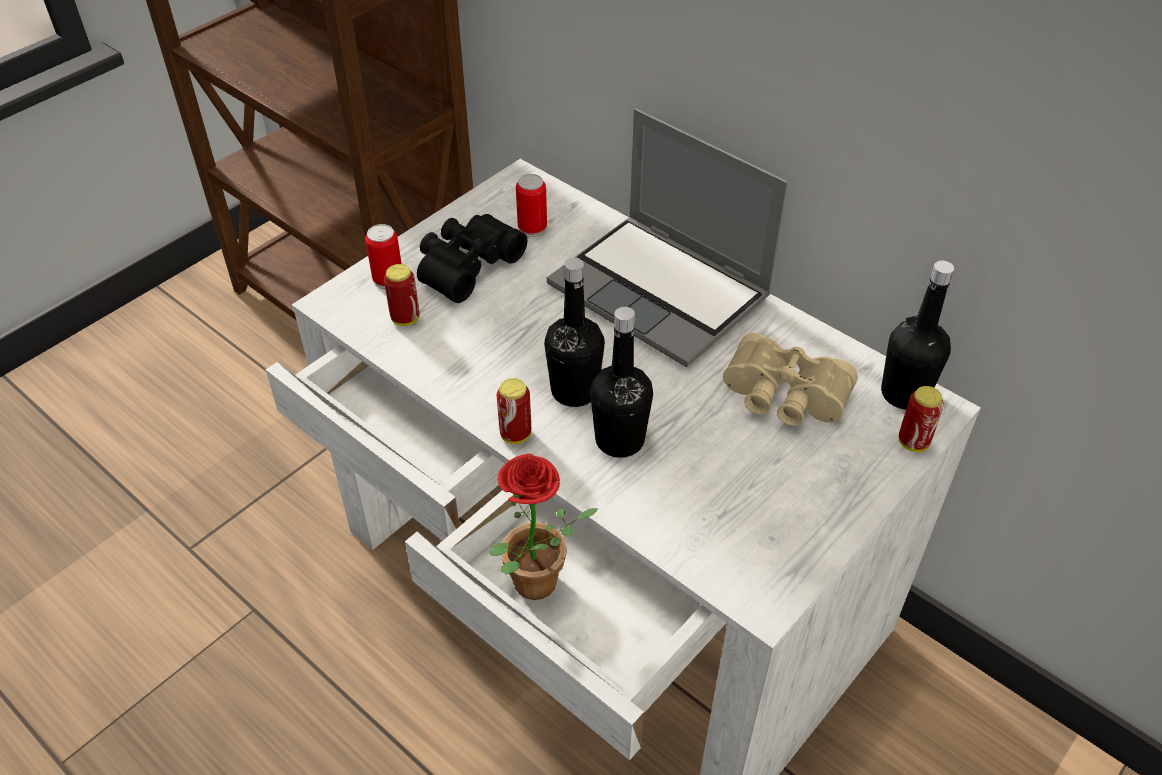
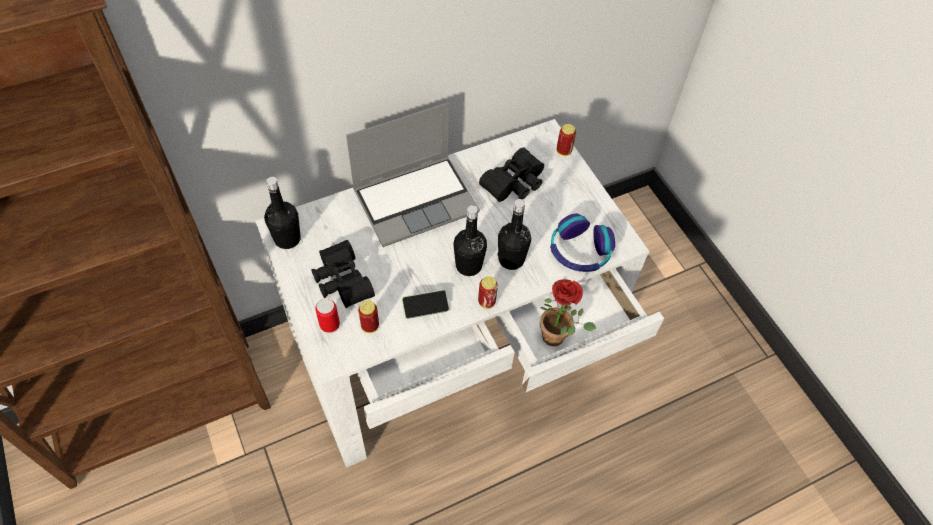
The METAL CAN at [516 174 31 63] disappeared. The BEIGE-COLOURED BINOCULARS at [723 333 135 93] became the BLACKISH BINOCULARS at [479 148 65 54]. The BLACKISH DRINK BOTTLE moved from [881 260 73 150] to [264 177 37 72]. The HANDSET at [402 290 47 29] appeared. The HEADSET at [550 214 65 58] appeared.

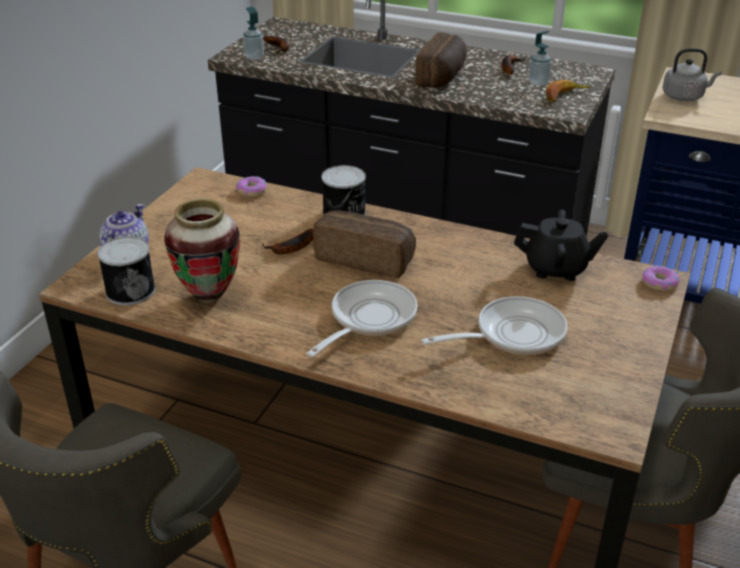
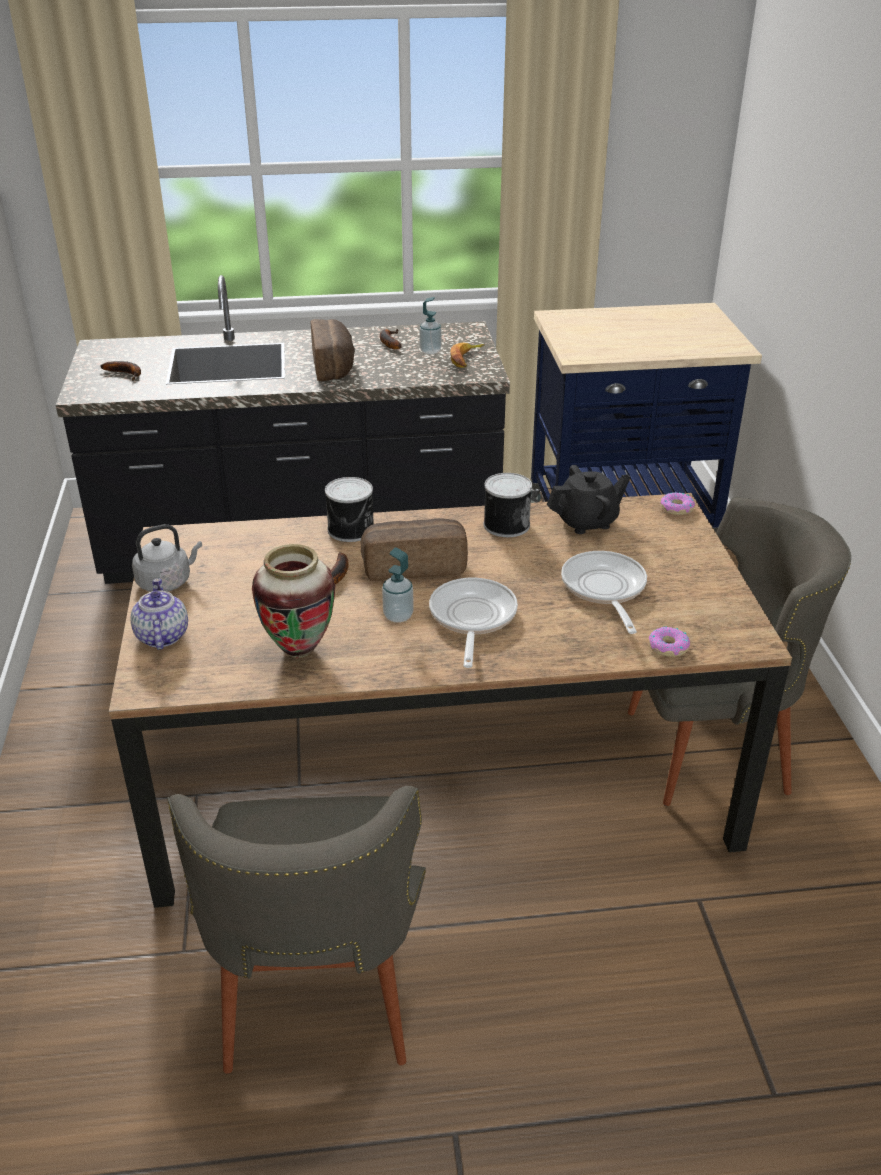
The METAL CAN moved from [97 236 59 69] to [484 473 48 64]. The DONUT moved from [236 176 31 21] to [649 627 41 30]. The SOAP DISPENSER moved from [243 7 21 53] to [382 548 32 75]. The PAN at [421 296 146 59] turned 45 degrees counterclockwise. The GREYISH WATER KETTLE moved from [663 48 59 53] to [132 524 70 68].

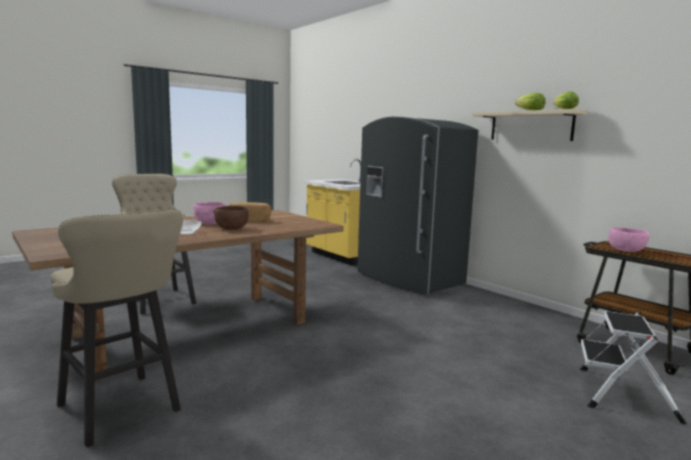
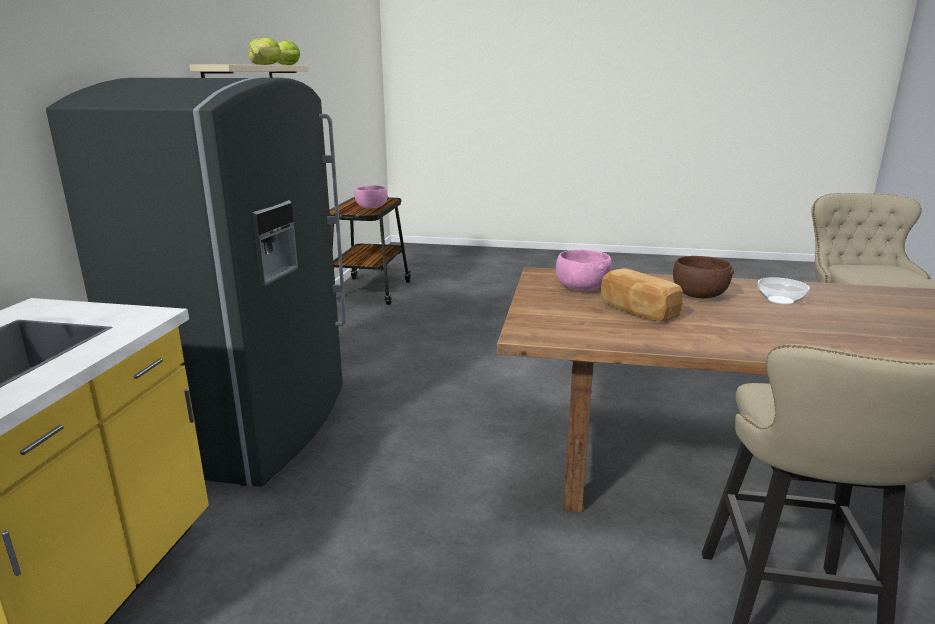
The PINK SERVING BOWL moved from [194 202 32 23] to [556 250 56 40]. The STEPLADDER at [580 311 107 114] disappeared.

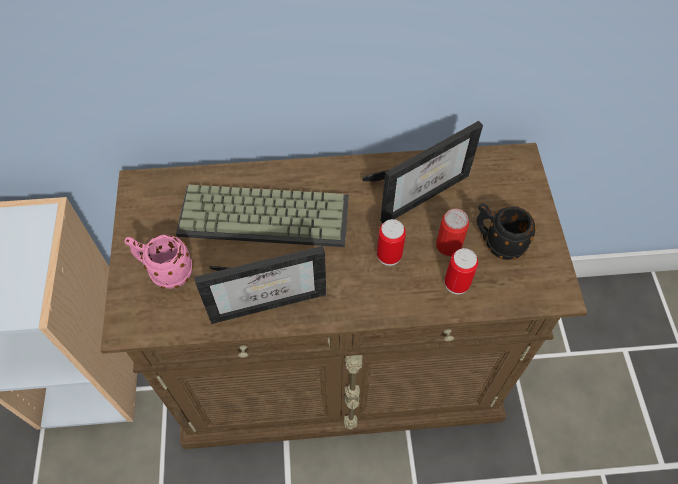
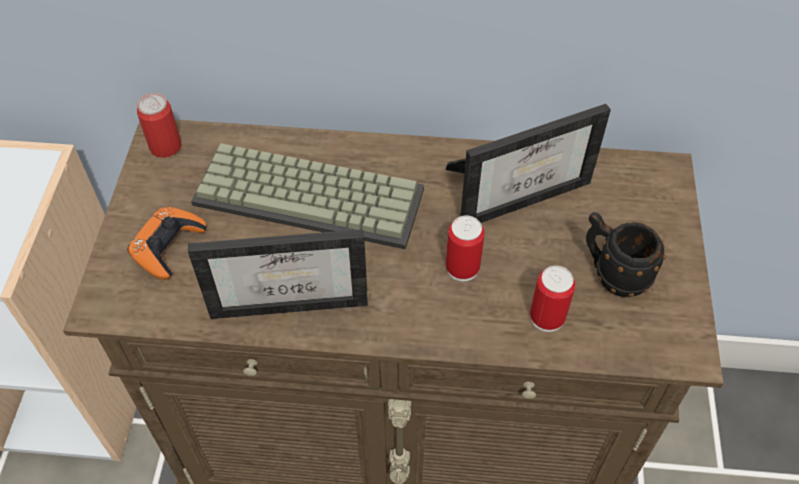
The PINK TEA MUG at [124 234 69 55] was replaced by the ORANGE-COLOURED GAME CONTROLLER at [127 207 80 73]. The METAL CAN moved from [436 209 33 47] to [137 93 44 65].

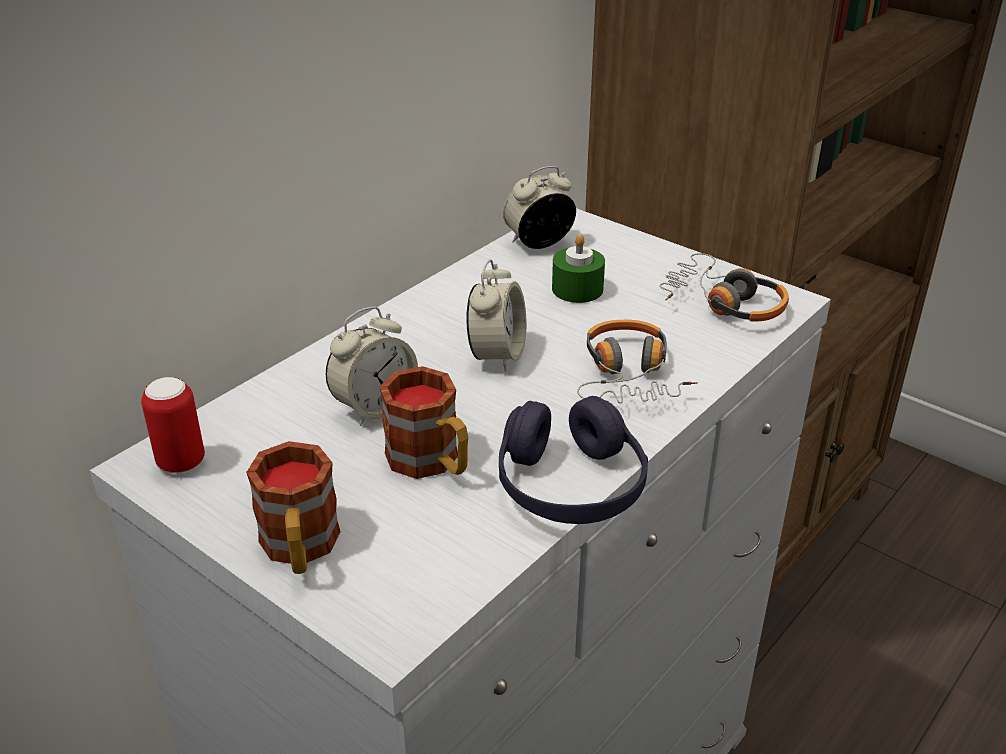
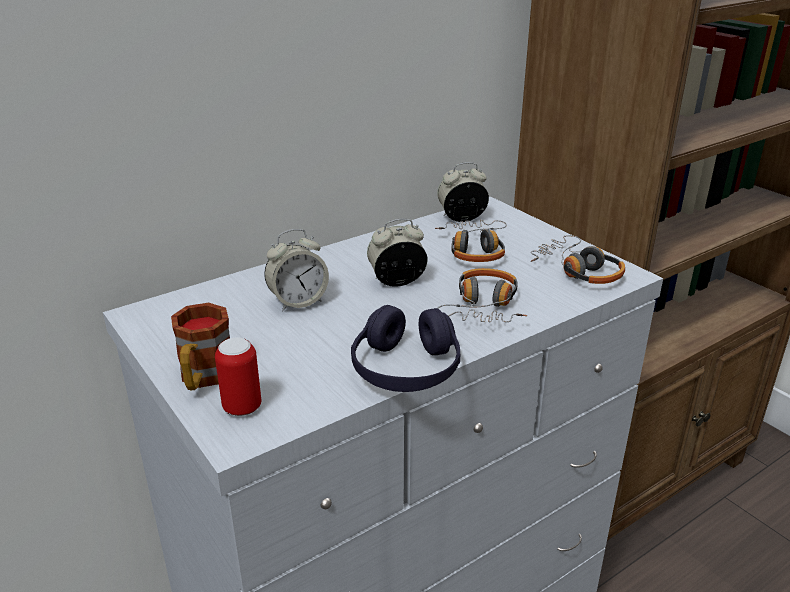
The METAL CAN moved from [141 377 64 96] to [215 337 46 79]. The TEA MUG at [380 366 88 113] disappeared. The TABLE CLOCK at [466 259 60 113] turned 135 degrees counterclockwise. The GREENISH WAX LIGHT at [552 234 53 69] was replaced by the HEADSET at [435 220 72 42].

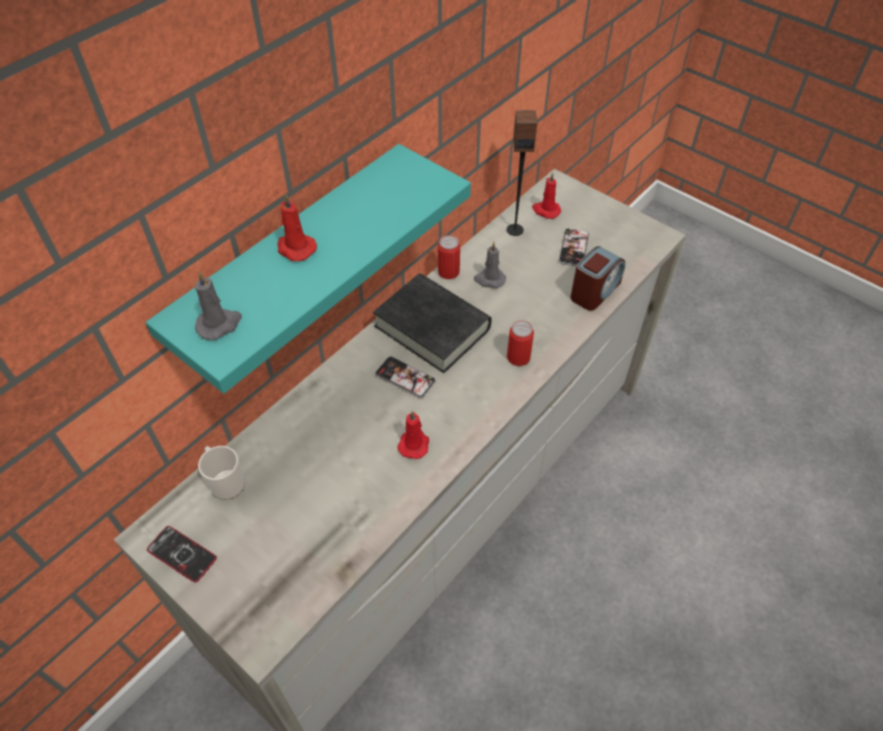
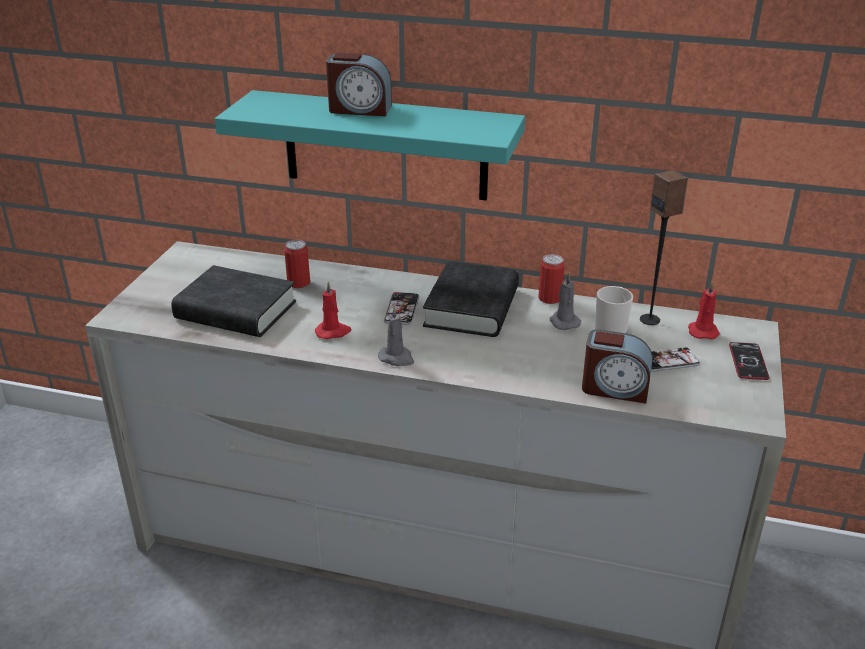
The HANDSET moved from [147 526 70 57] to [729 342 41 38]. The GREYISH WAX LIGHT moved from [195 271 47 69] to [378 305 36 61]. The TEA MUG moved from [198 446 47 54] to [595 286 38 47]. The REDDISH WAX LIGHT at [277 194 40 67] was replaced by the TABLE CLOCK at [326 53 66 63]. The METAL CAN moved from [507 320 27 46] to [284 240 26 48]. The BLACKISH VOLUME at [171 265 125 72] appeared.

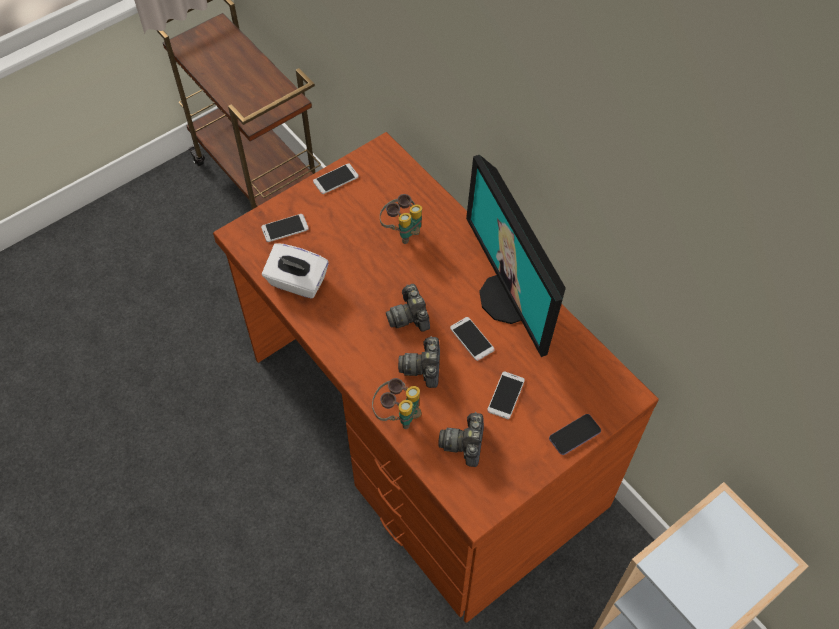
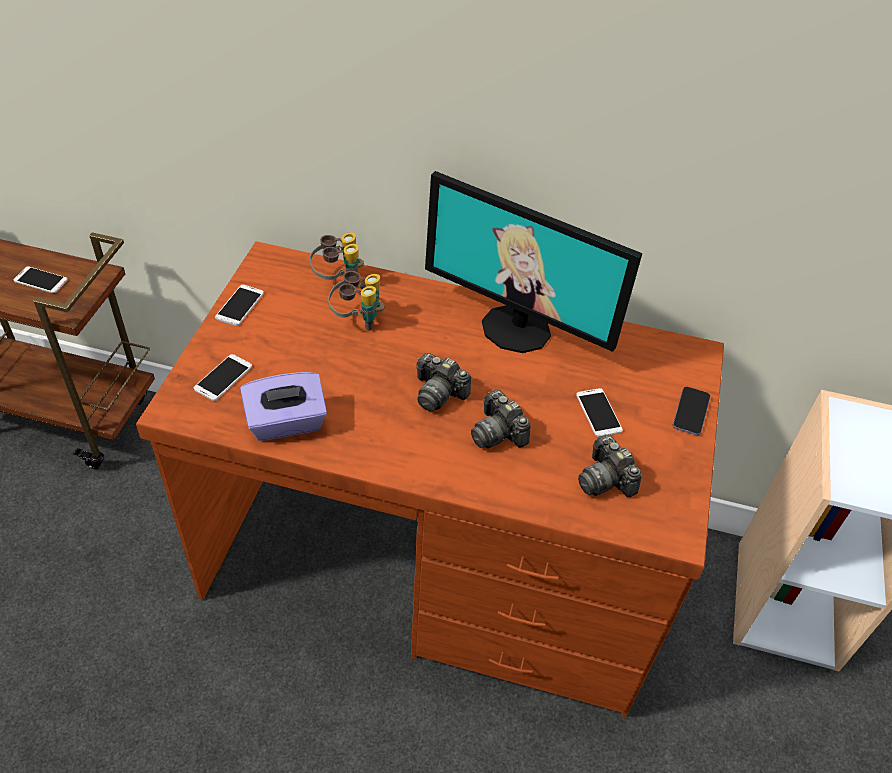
The WHITE-COLOURED BOX OF TISSUES at [262 243 67 56] became the PURPLE BOX OF TISSUES at [240 372 87 69]. The BINOCULARS moved from [372 378 50 51] to [310 232 54 48]. The HANDSET moved from [450 317 44 44] to [13 266 55 27].

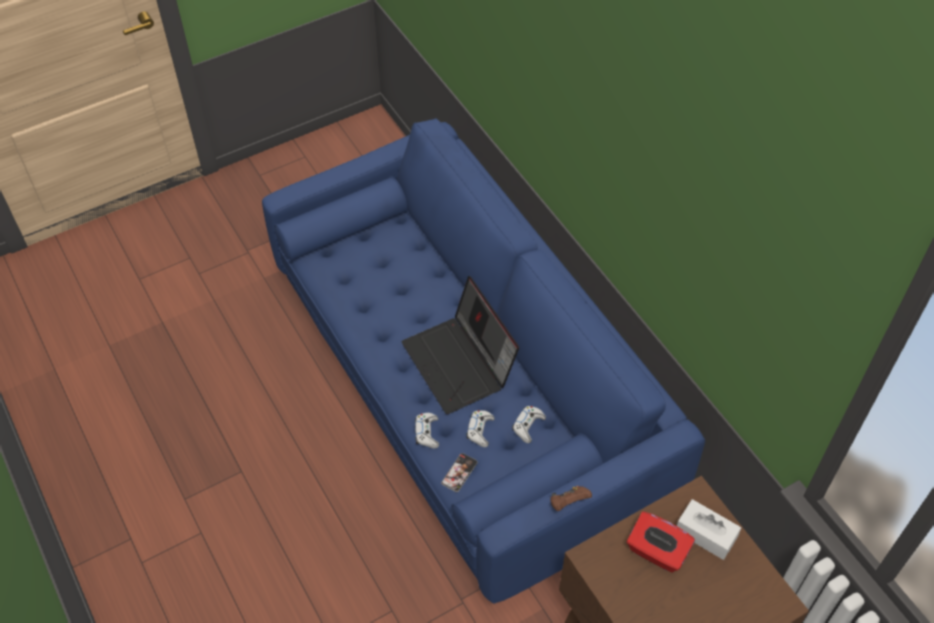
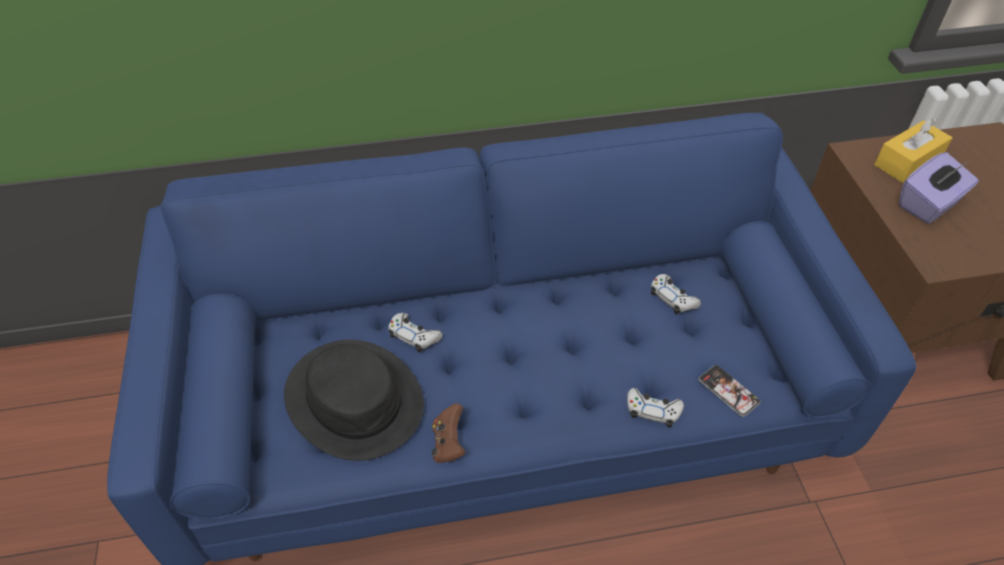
The LAPTOP at [402 276 117 138] disappeared. The WHITE-COLOURED GAME CONTROLLER moved from [466 410 29 37] to [388 313 55 40]. The BROWNISH GAME CONTROLLER moved from [550 486 42 25] to [432 403 33 60]. The REDDISH BOX OF TISSUES at [627 511 68 62] became the PURPLE BOX OF TISSUES at [899 152 80 72]. The WHITE-COLOURED BOX OF TISSUES at [677 499 64 61] became the YELLOW BOX OF TISSUES at [874 118 78 65]. The BLACKISH CLOTHING HAT at [284 339 140 122] appeared.

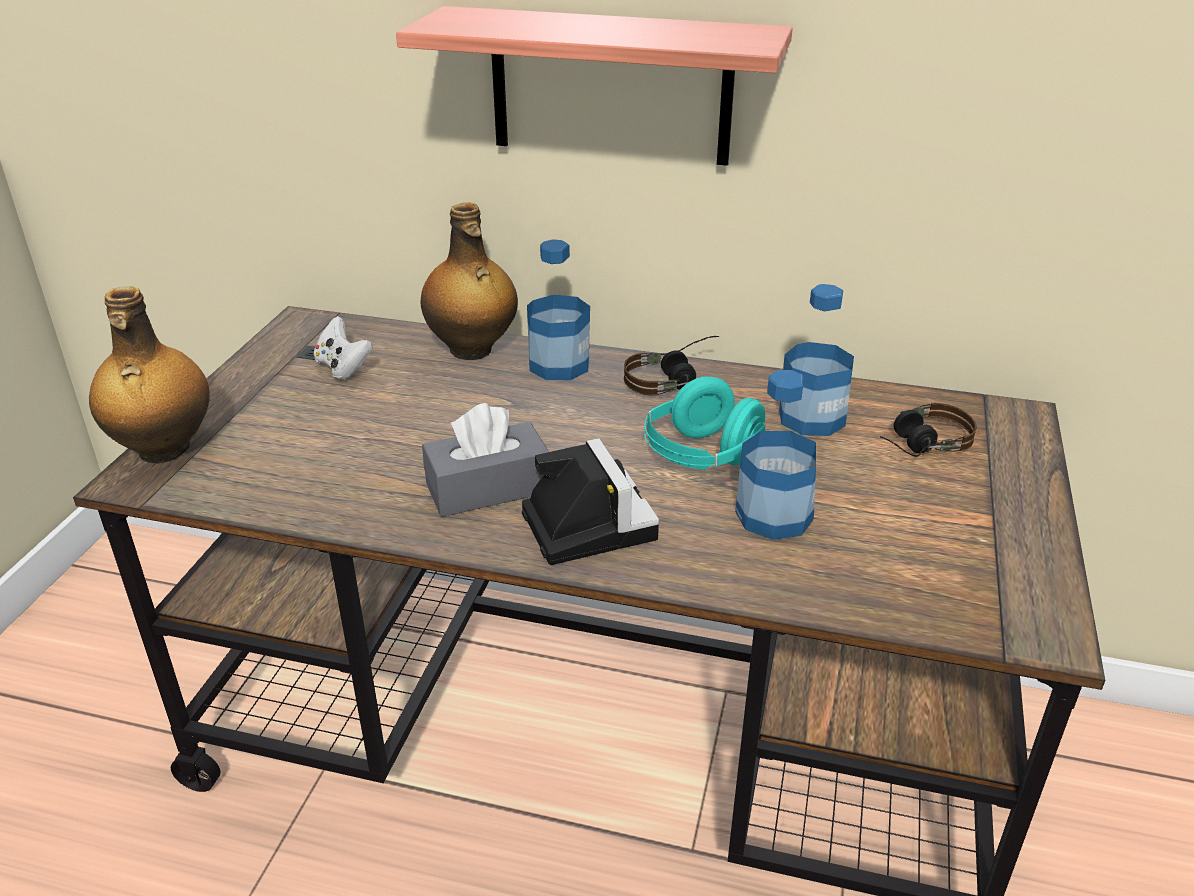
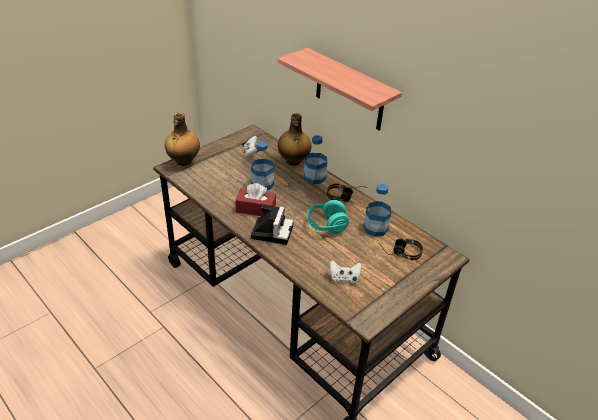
The GREYISH BOX OF TISSUES at [422 403 127 114] became the REDDISH BOX OF TISSUES at [235 183 41 33]. The DRINK BOTTLE moved from [735 370 81 170] to [251 141 23 49]. The WHITE-COLOURED GAME CONTROLLER at [330 261 32 23] appeared.

